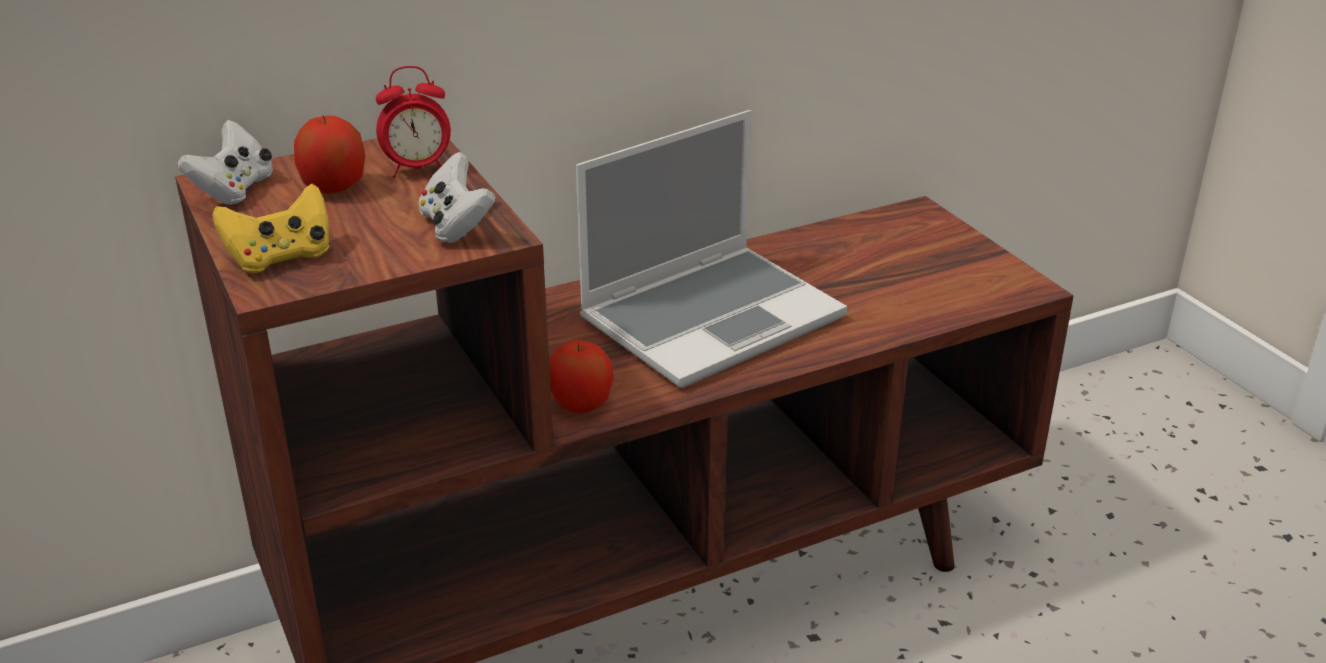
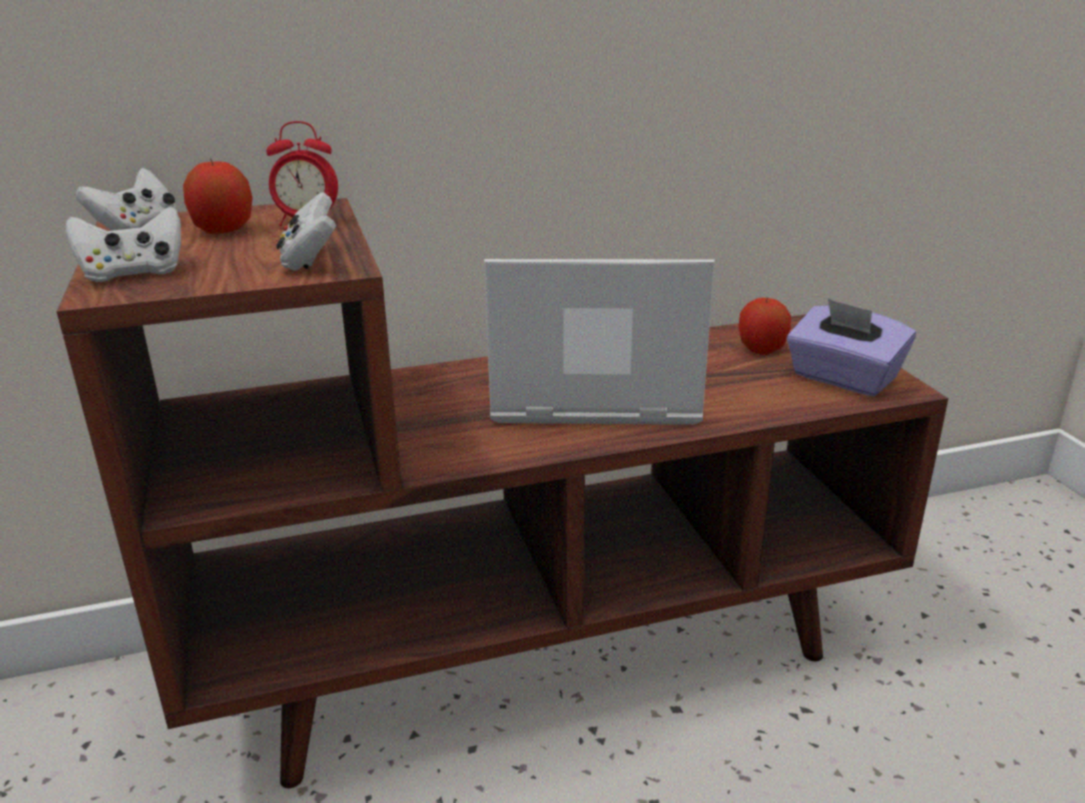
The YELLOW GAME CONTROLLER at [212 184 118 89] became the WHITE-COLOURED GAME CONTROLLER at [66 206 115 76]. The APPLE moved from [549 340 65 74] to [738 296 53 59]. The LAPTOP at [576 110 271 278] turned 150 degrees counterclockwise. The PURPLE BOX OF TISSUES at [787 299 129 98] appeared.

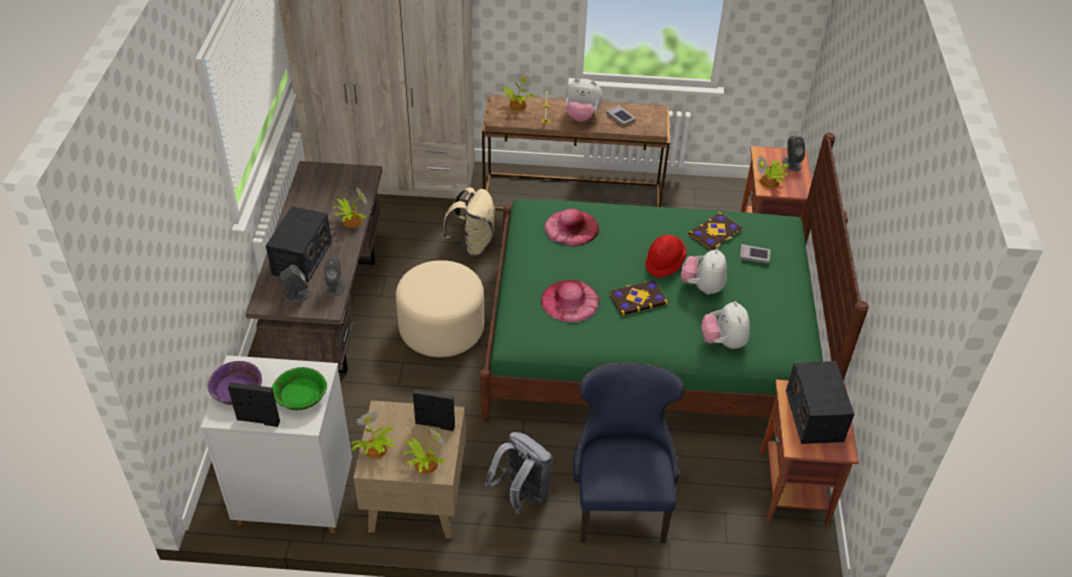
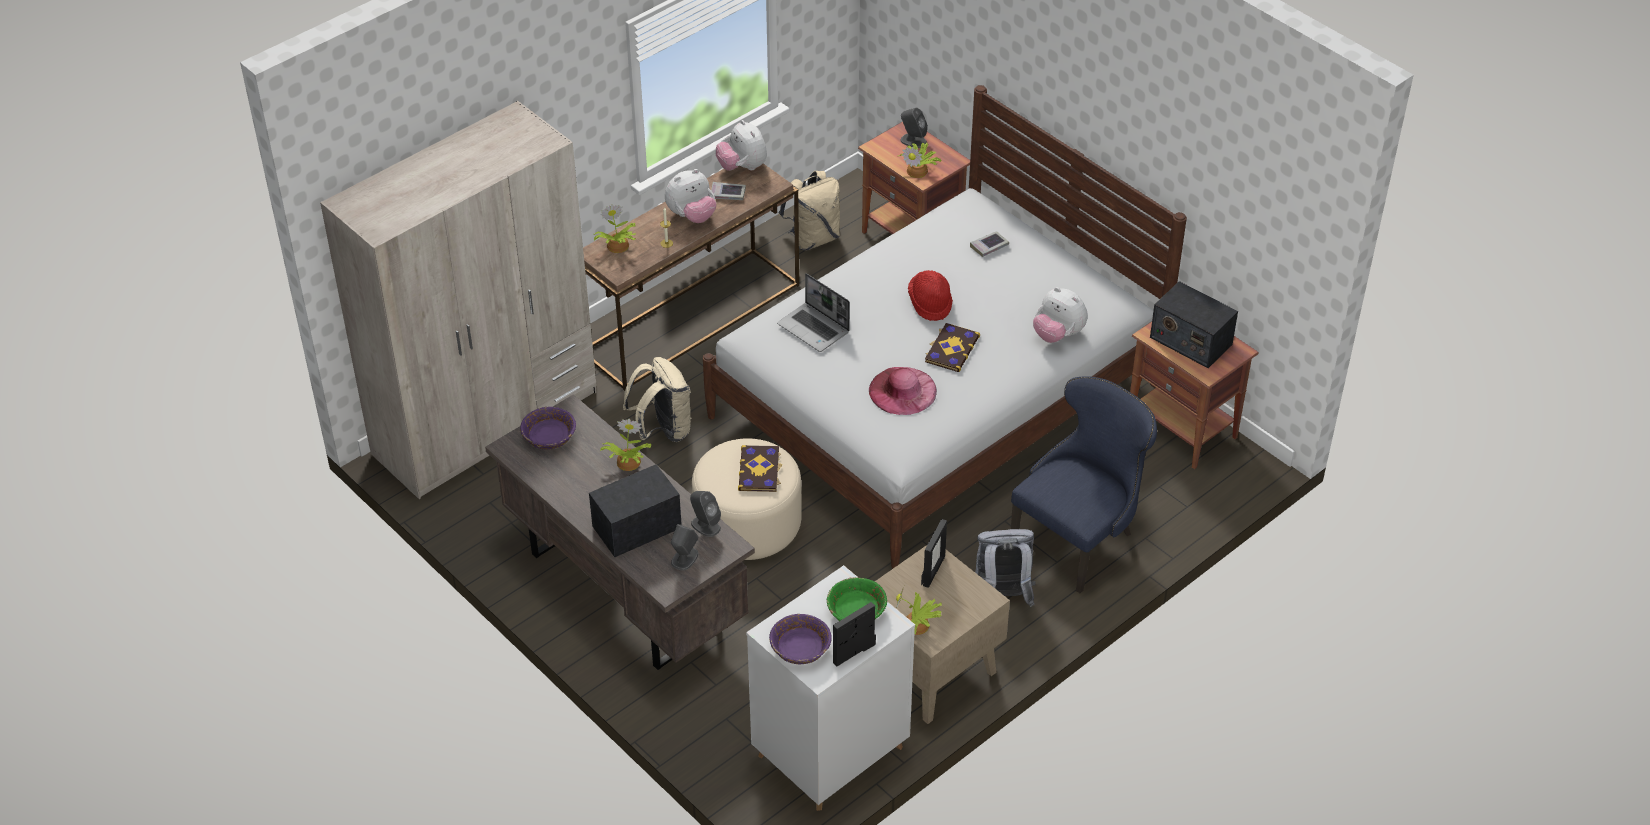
The RADIO at [266 206 66 77] turned 90 degrees counterclockwise. The HOUSEPLANT at [404 427 41 47] disappeared. The PHOTO FRAME at [413 389 42 42] turned 150 degrees clockwise. The GREENISH BEDROOM BED at [480 133 389 290] became the WHITE-COLOURED BEDROOM BED at [703 85 484 483]. The PINK CLOTHING HAT at [544 209 55 38] was replaced by the LAPTOP at [777 273 73 79]. The BLUISH PLAIN CHAIR at [573 362 112 181] turned 90 degrees clockwise. The SOFT TOY moved from [681 249 46 46] to [716 120 51 51]. The VOLUME moved from [688 212 54 38] to [738 445 44 47]. The PURPLE SERVING BOWL at [520 407 56 43] appeared. The BEIGE-COLOURED RUCKSACK at [779 171 61 80] appeared.

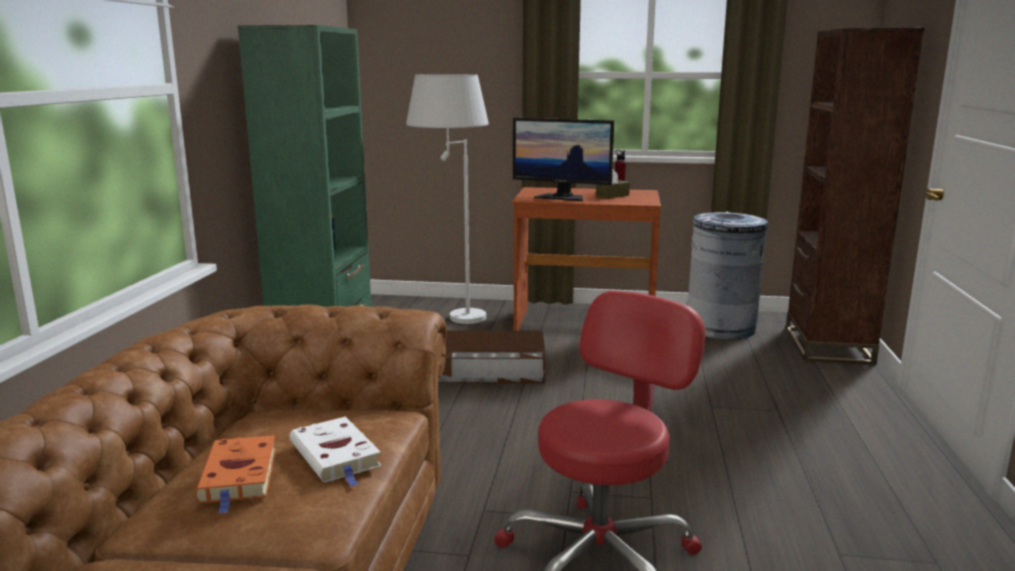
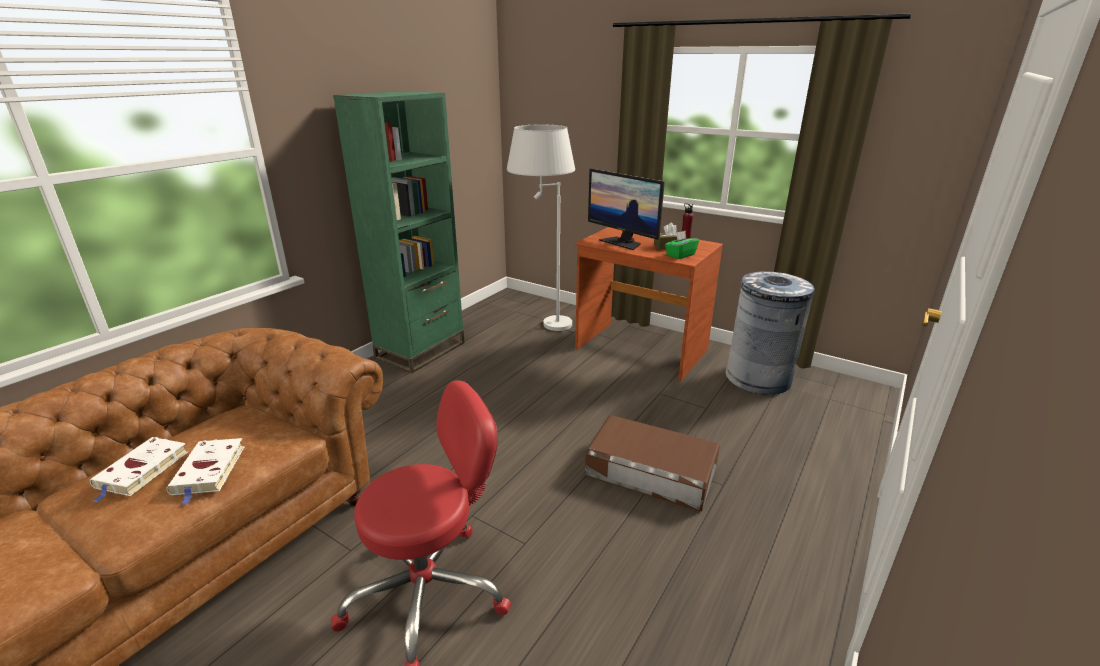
The ORANGE-COLOURED VOLUME at [195 435 81 79] became the WHITE-COLOURED VOLUME at [90 437 98 66]. The BROWNISH STORAGE BIN moved from [438 330 107 53] to [585 415 135 96]. The BROWNISH BOOKCASE at [786 28 138 337] disappeared. The GREENISH BOX OF TISSUES at [665 231 34 28] appeared.

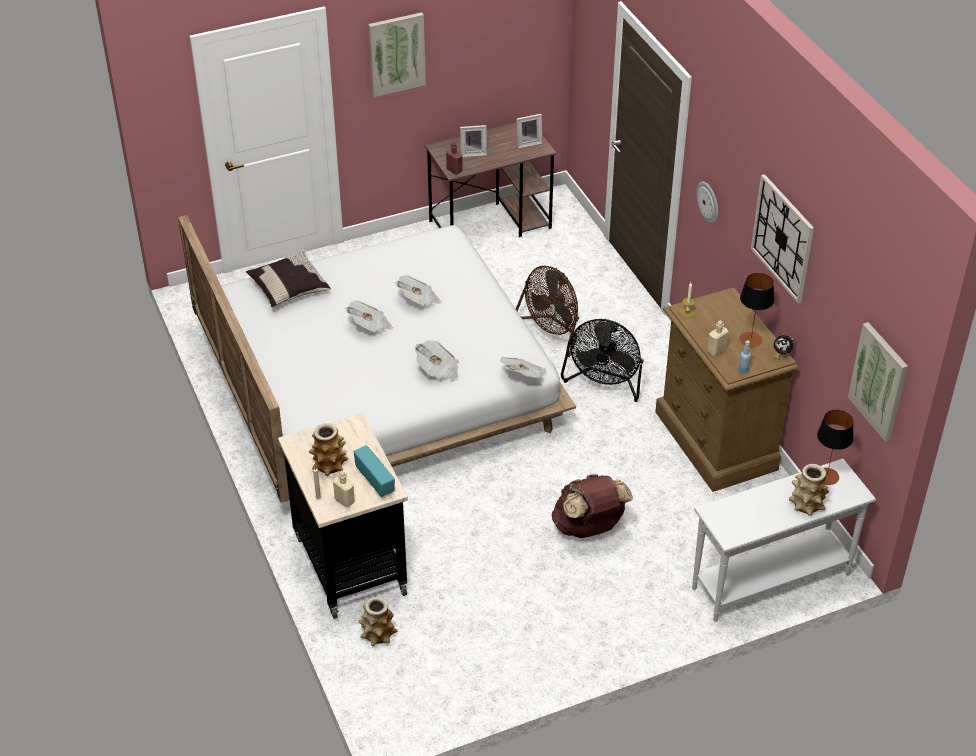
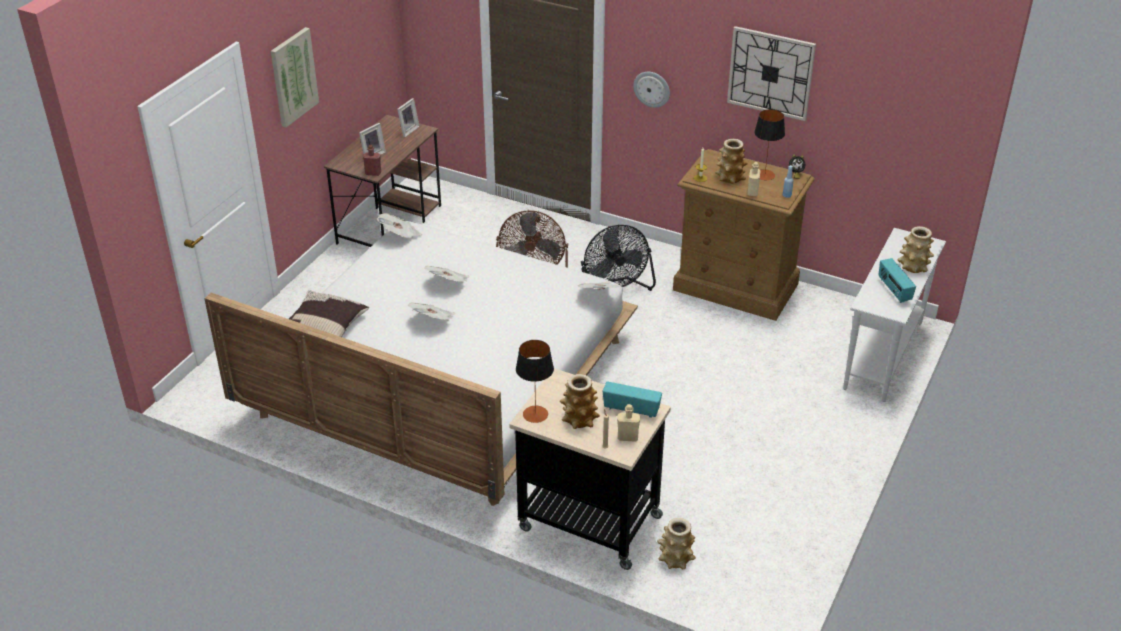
The DAILY PAPER moved from [415 340 44 41] to [376 213 46 25]. The BROWNISH RUCKSACK at [552 474 81 64] disappeared. The TABLE LAMP moved from [817 410 36 75] to [516 340 38 83]. The PICTURE at [848 322 60 120] disappeared. The VASE at [715 139 33 45] appeared. The RADIO at [879 258 37 45] appeared.

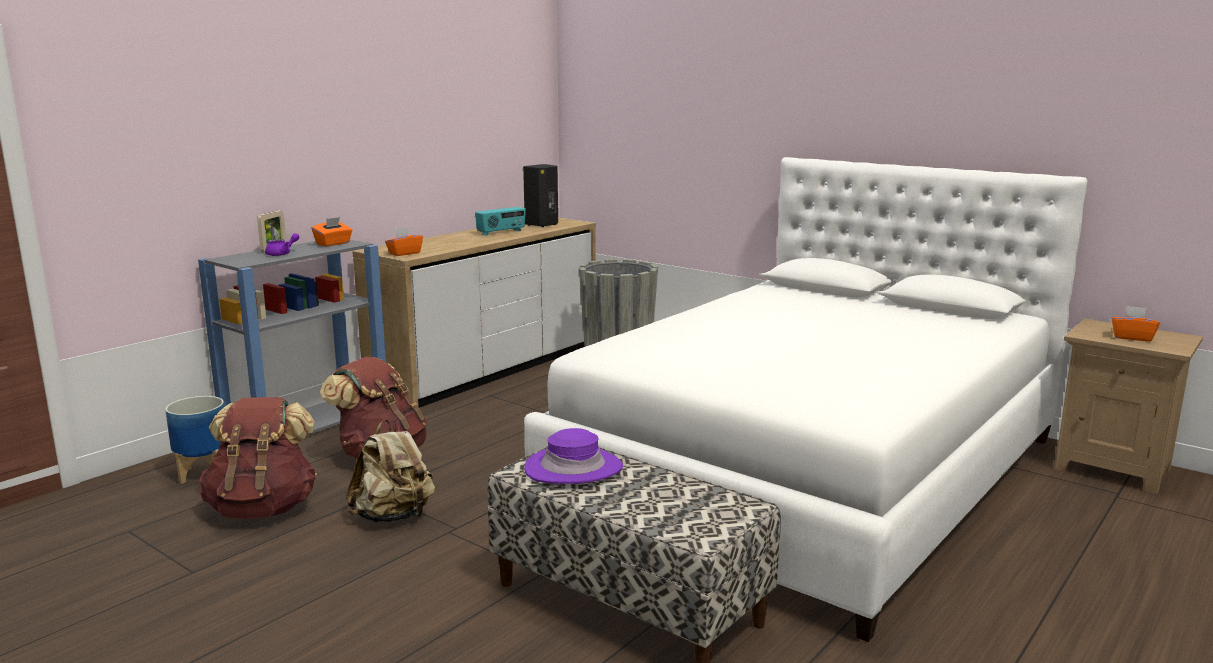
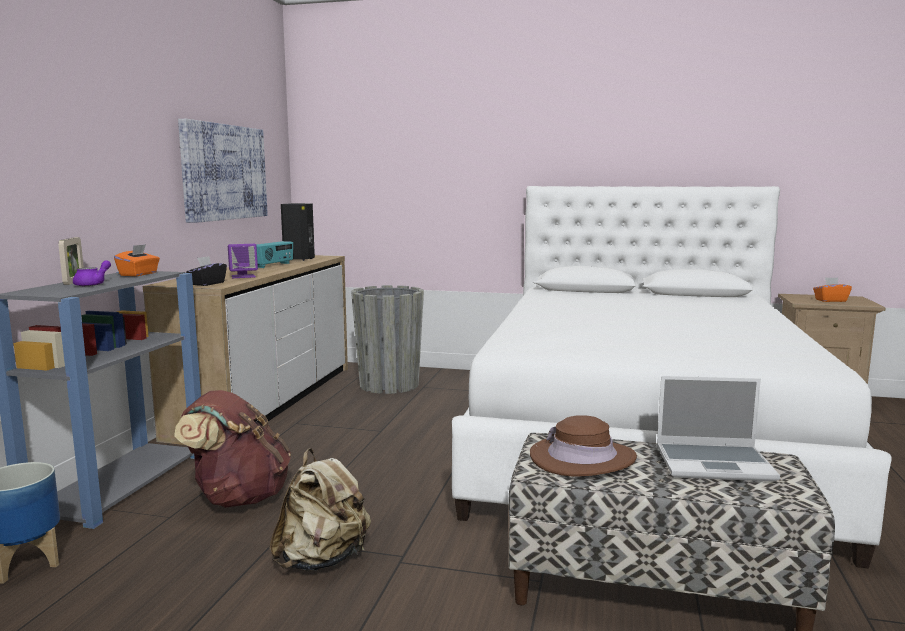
The BROWNISH RUCKSACK at [199 397 118 122] disappeared. The ORANGE-COLOURED BOX OF TISSUES at [385 227 38 29] became the BLACKISH BOX OF TISSUES at [186 256 41 30]. The PURPLE CLOTHING HAT at [524 428 99 56] became the BROWNISH CLOTHING HAT at [530 415 107 61]. The PICTURE at [178 119 90 104] appeared. The PURPLE LOUDSPEAKER at [228 244 30 34] appeared. The LAPTOP at [657 376 123 106] appeared.

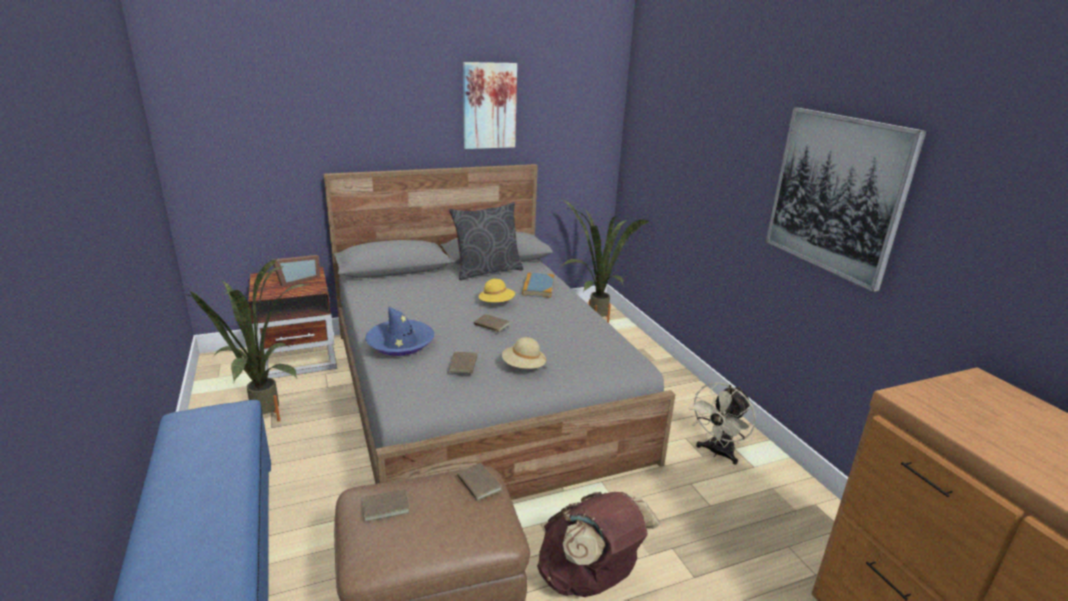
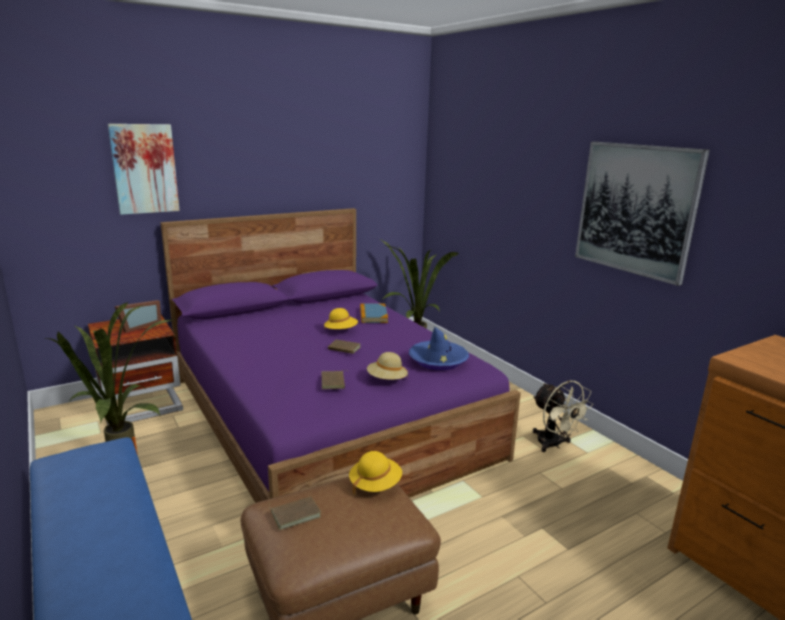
The GREYISH BEDROOM BED at [324 164 352 336] became the PURPLE BEDROOM BED at [160 208 361 295]. The BLUISH CLOTHING HAT moved from [365 306 69 50] to [409 327 60 43]. The GREYISH THROW PILLOW at [449 202 74 78] disappeared. The BROWNISH VOLUME at [457 463 45 38] was replaced by the YELLOW CLOTHING HAT at [349 451 53 45]. The PICTURE moved from [463 62 54 87] to [108 124 72 91]. The BROWNISH RUCKSACK at [537 492 124 105] disappeared. The BEIGE-COLOURED COOLING FAN at [688 383 68 82] turned 60 degrees counterclockwise.

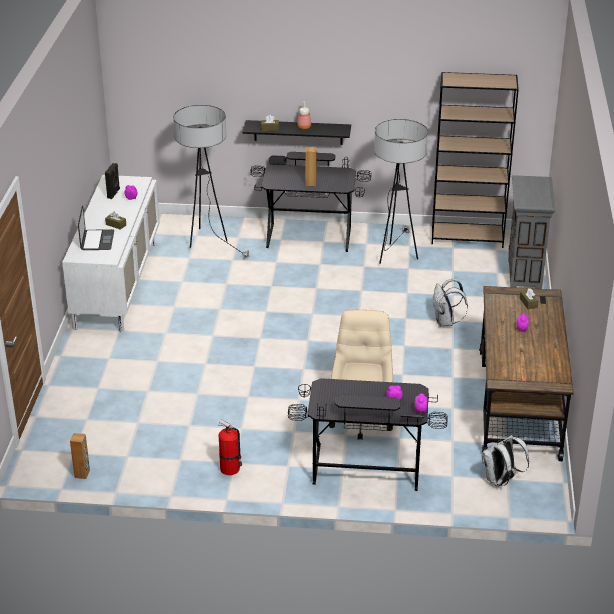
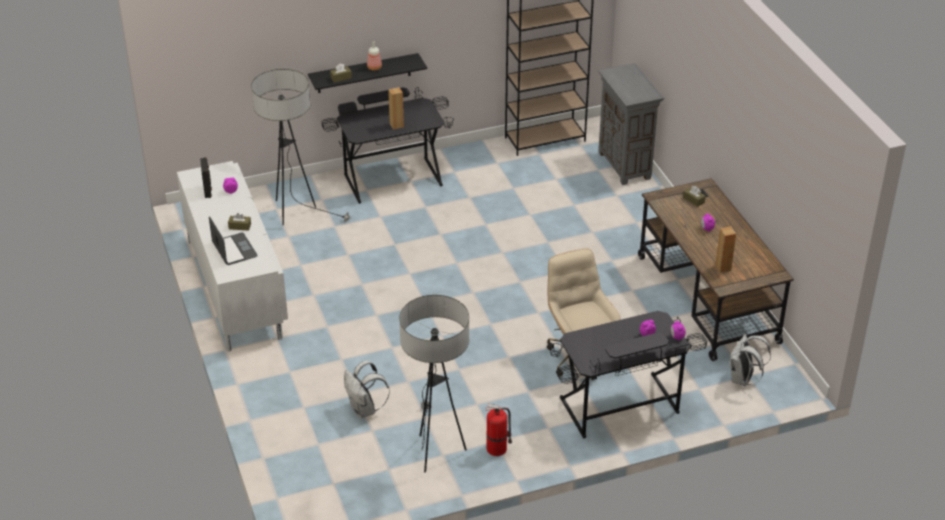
The BROWNISH LOUDSPEAKER moved from [70 433 20 46] to [715 226 21 47]. The STANDARD LAMP moved from [374 119 54 145] to [399 295 70 177]. The WHITE-COLOURED RUCKSACK moved from [433 279 35 48] to [344 361 46 57].

